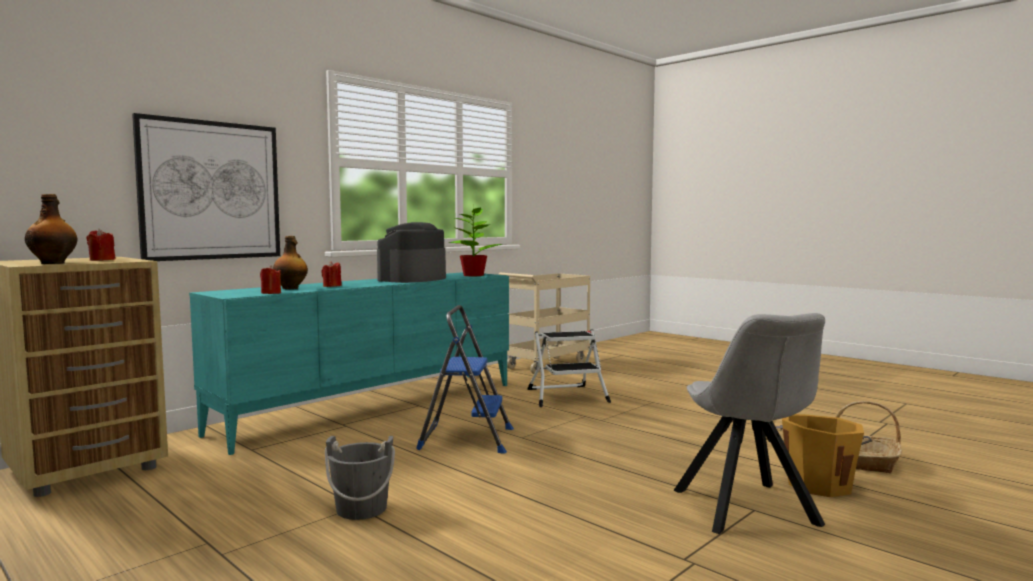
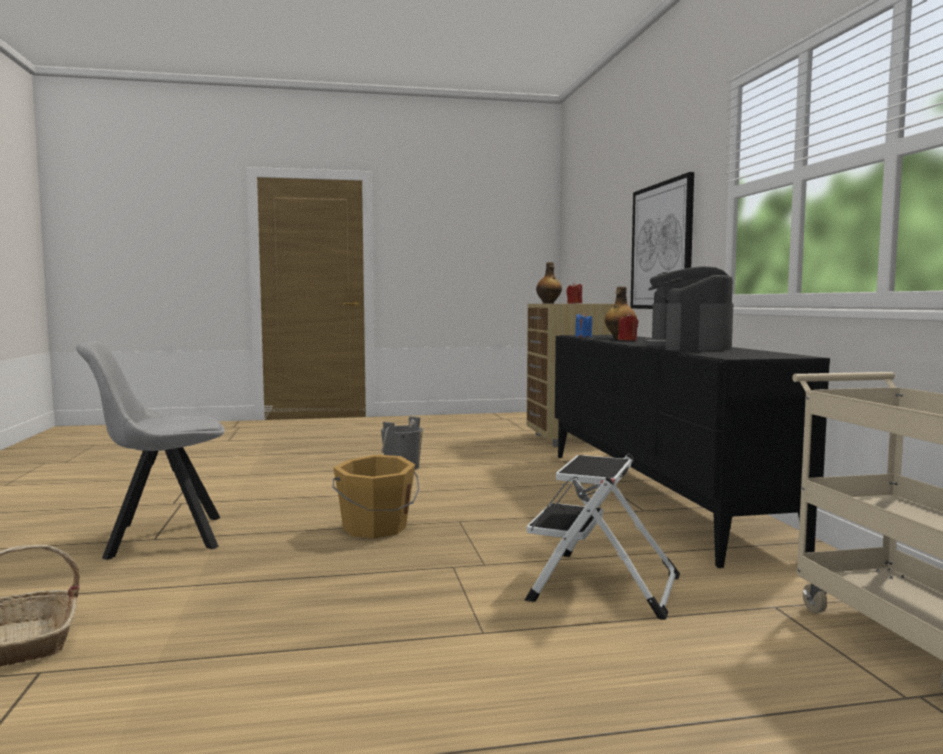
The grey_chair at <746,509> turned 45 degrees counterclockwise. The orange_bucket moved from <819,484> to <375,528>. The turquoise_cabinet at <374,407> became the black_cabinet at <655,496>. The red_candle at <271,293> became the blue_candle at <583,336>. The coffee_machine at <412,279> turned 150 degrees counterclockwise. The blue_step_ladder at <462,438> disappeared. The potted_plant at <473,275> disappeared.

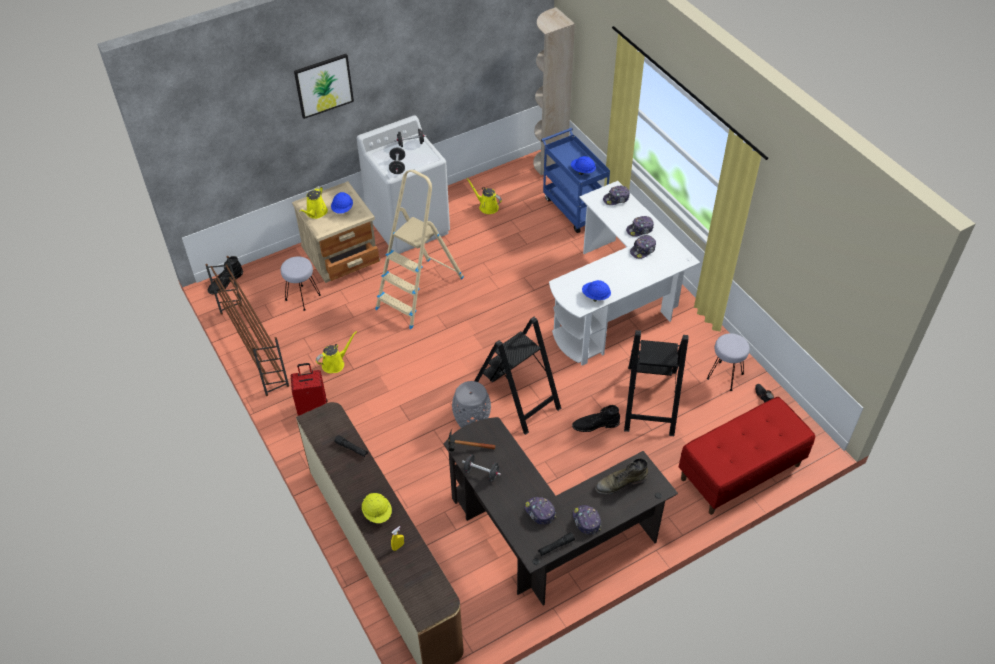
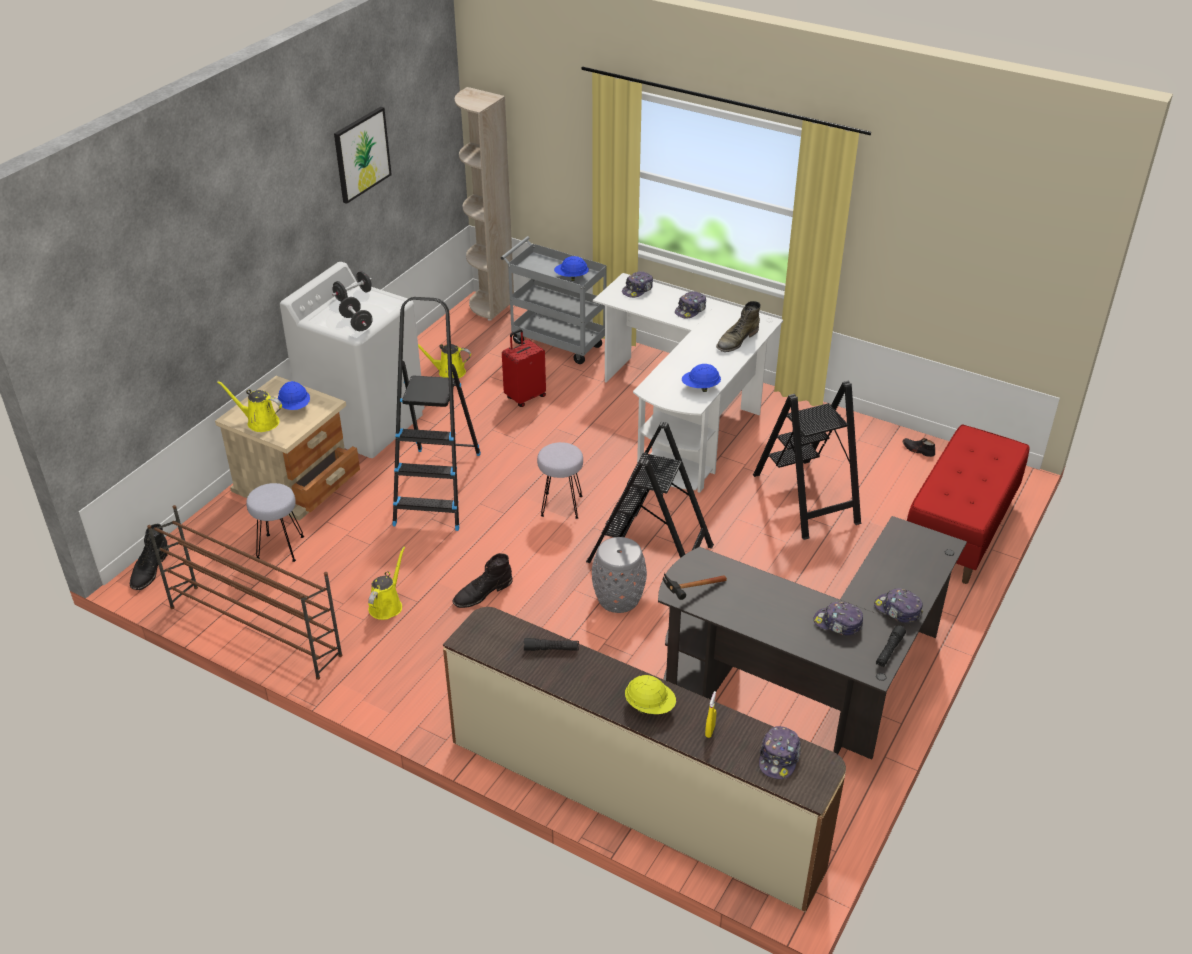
The yellow_watering_can at <315,213> turned 120 degrees clockwise. The picture moved from <323,85> to <361,154>. The beige_step_ladder at <419,293> became the black_step_ladder at <438,488>. The black_boot moved from <595,424> to <482,592>. The blue_cart at <572,210> became the grey_cart at <556,344>. The red_suitcase moved from <313,408> to <525,397>. The grey_stool moved from <724,375> to <561,505>. The green_boot moved from <620,483> to <737,340>. The cap moved from <643,250> to <779,757>. The black_dumbbell at <481,473> disappeared.

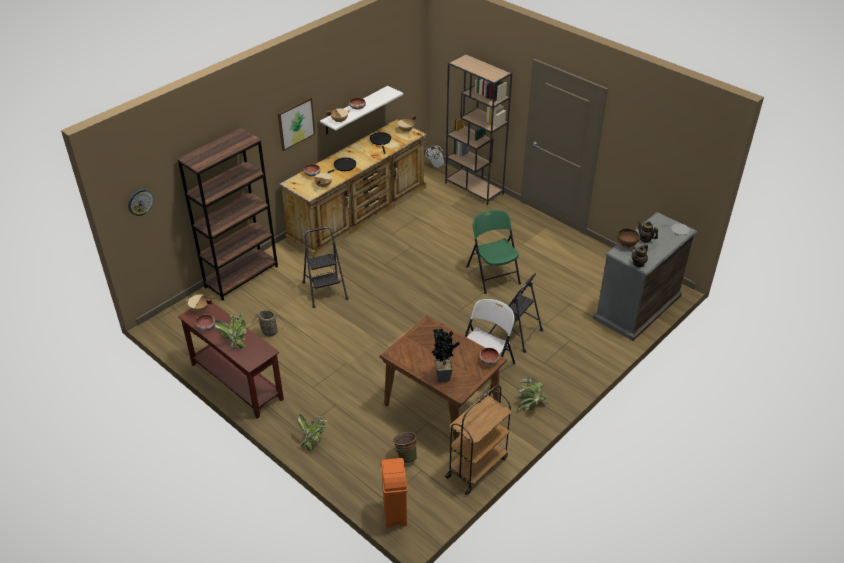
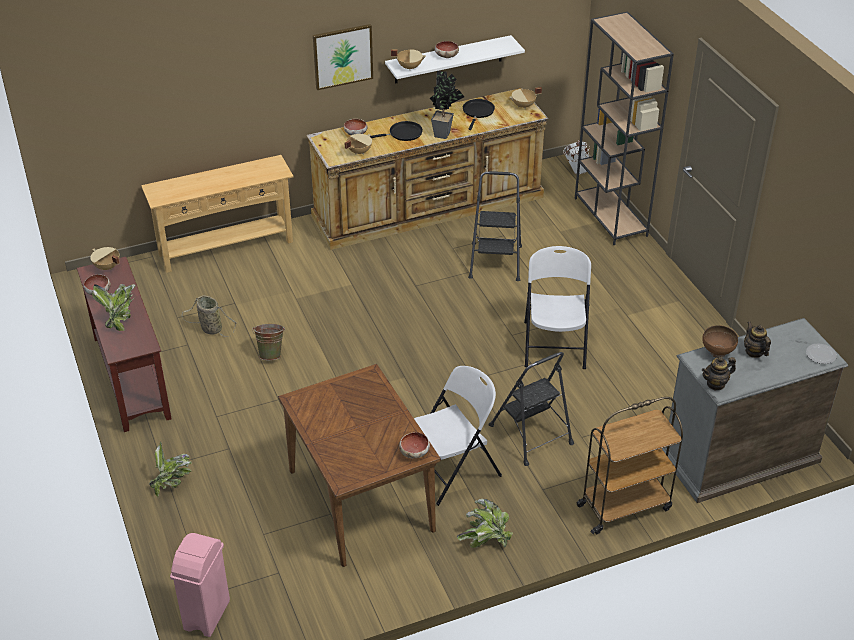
The brown_bookcase at <241,276> was replaced by the beige_console_table at <226,247>. The orange_trash_can at <395,513> became the pink_trash_can at <206,615>. The green_bucket moved from <406,456> to <271,354>. The potted_plant moved from <444,375> to <444,133>. The black_step_ladder moved from <325,289> to <495,260>. The green_chair at <493,275> became the white_chair at <554,345>. The brown_cart moved from <477,467> to <625,507>. The wall_clock at <140,202> disappeared.

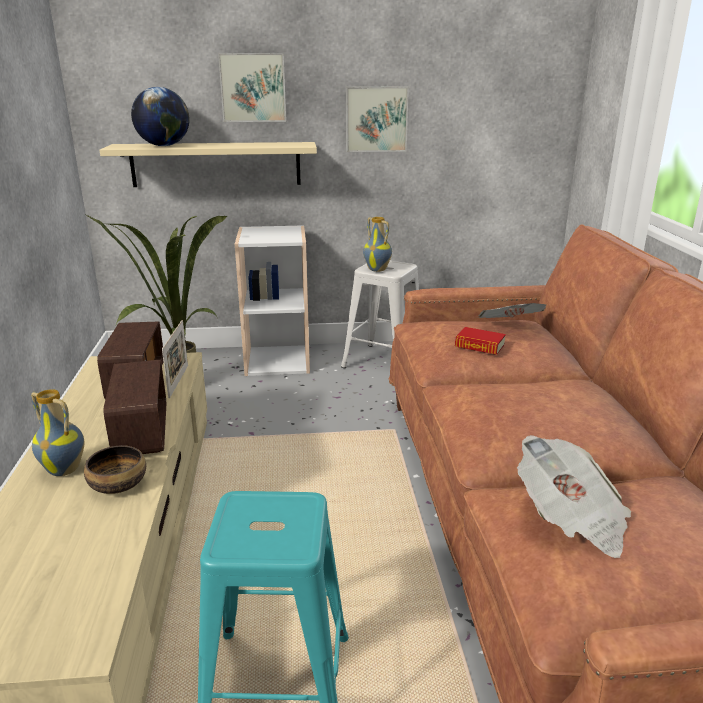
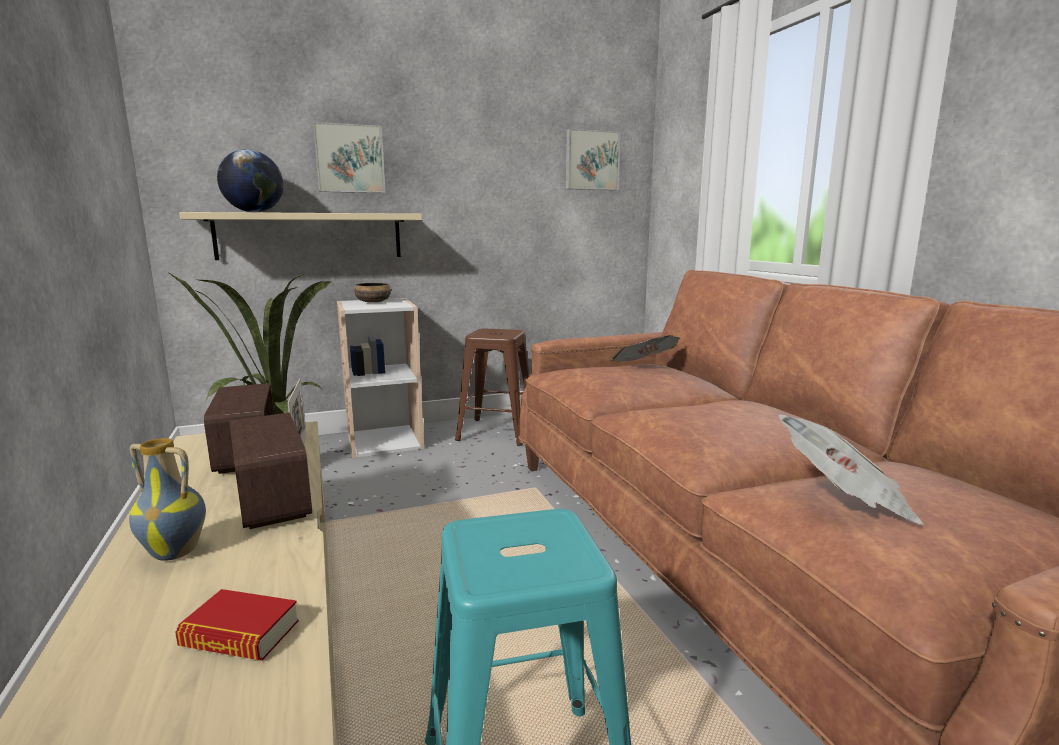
The book moved from <479,346> to <240,634>. The bowl moved from <118,484> to <373,302>. The white_stool at <384,362> became the brown_stool at <497,432>. The picture moved from <376,119> to <591,160>. The vase at <378,270> disappeared.

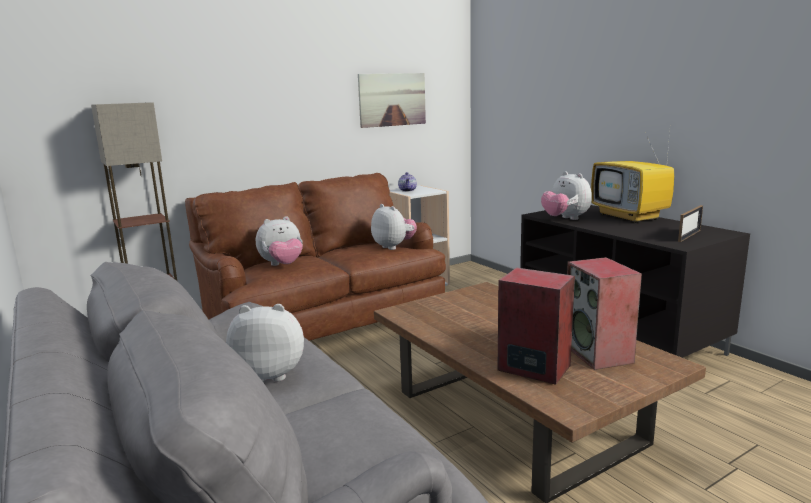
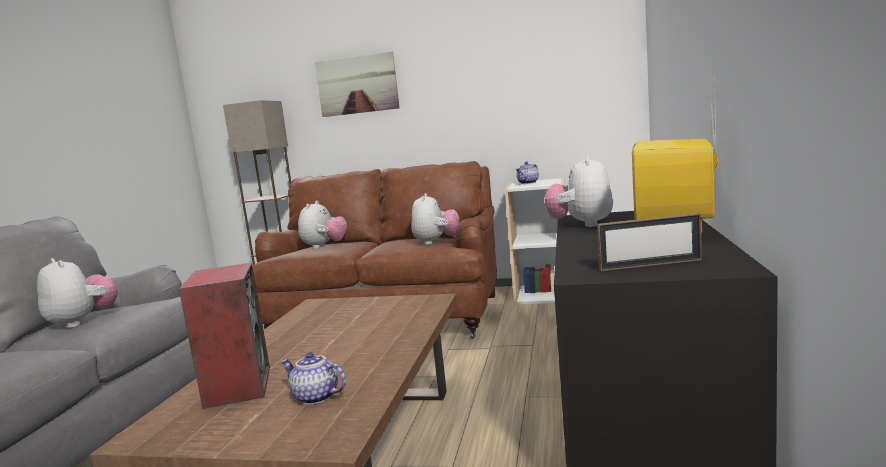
The speaker at <599,354> was replaced by the teapot at <315,397>. The plush_toy at <282,265> turned 90 degrees counterclockwise. The picture moved from <392,99> to <357,85>.

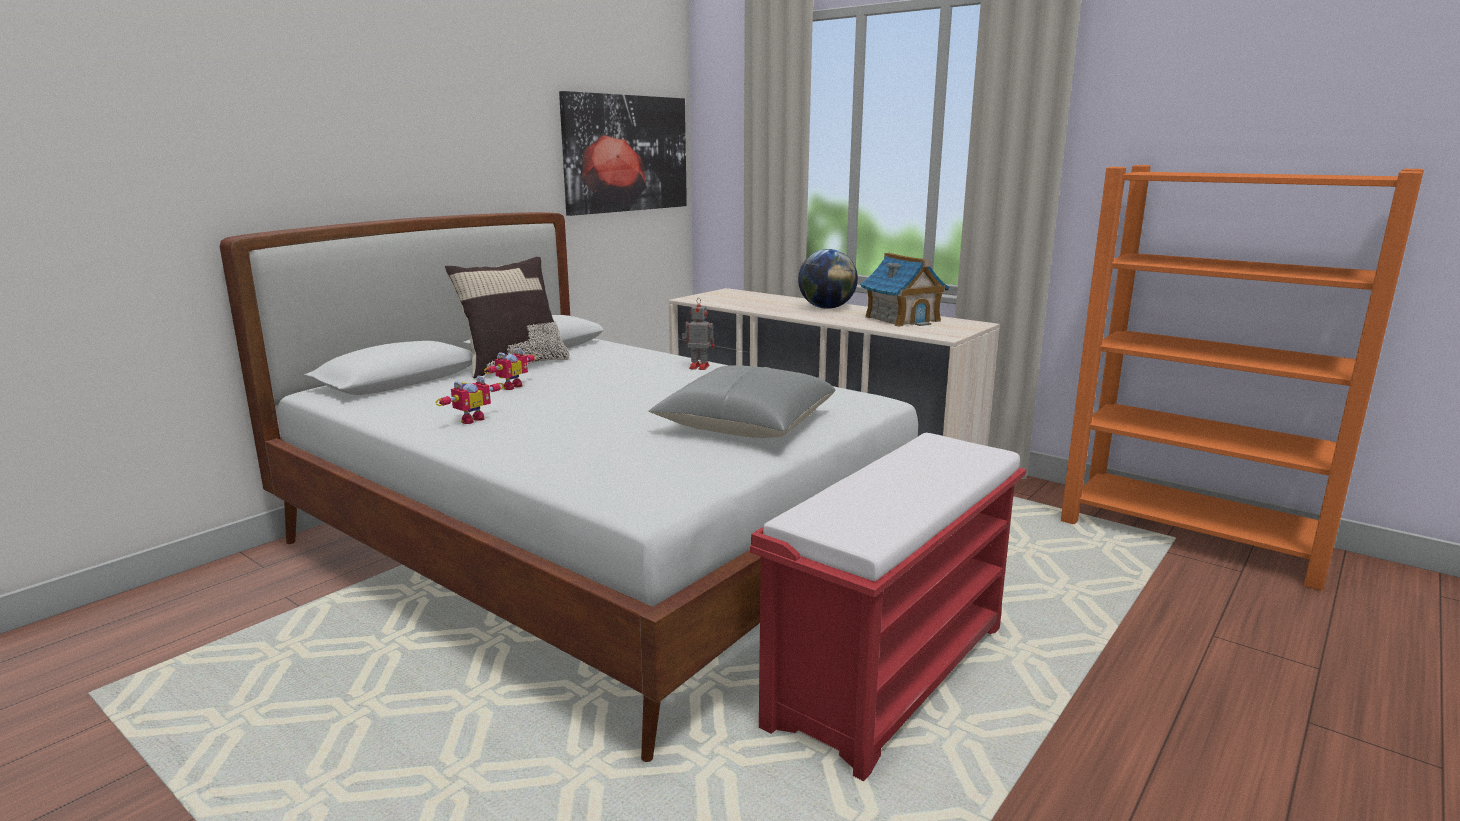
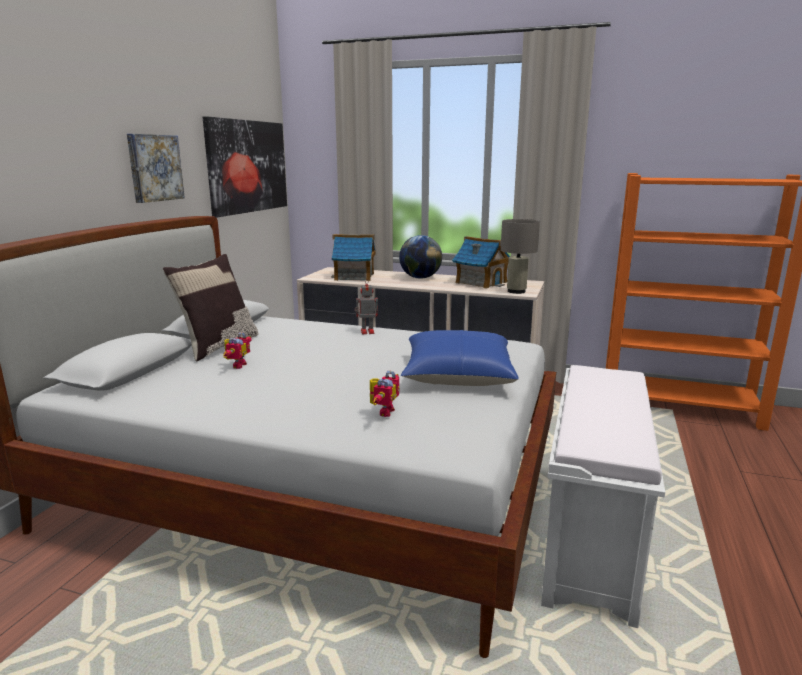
The picture at <154,168> appeared. The toy_house at <354,277> appeared. The toy_robot moved from <470,419> to <382,411>. The grey_pillow at <746,424> became the blue_pillow at <458,375>. The grey_table_lamp at <517,291> appeared. The red_bench at <890,673> became the white_bench at <589,540>.

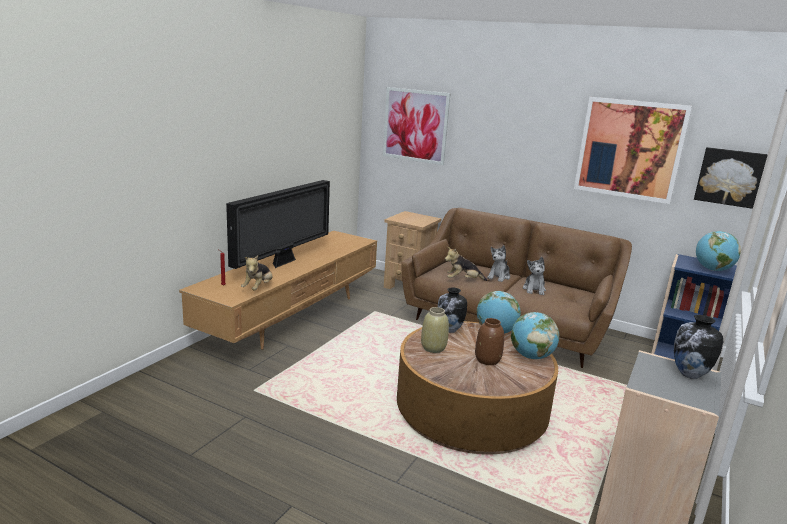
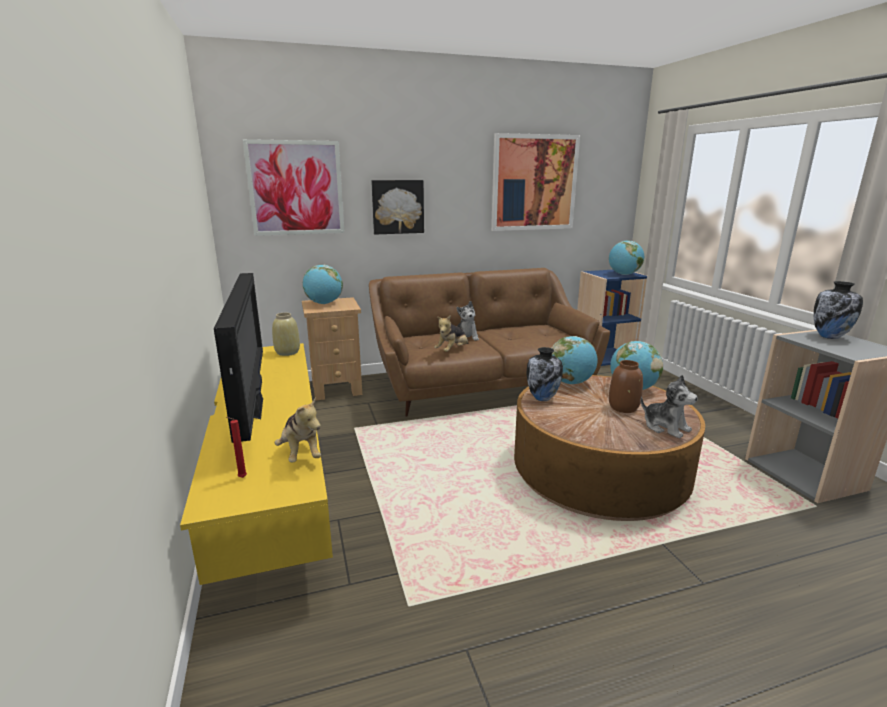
The brown_tv_stand at <291,315> became the yellow_tv_stand at <272,482>. The beige_vase moved from <433,348> to <288,352>. The globe at <324,303> appeared. The picture moved from <729,177> to <397,207>. The plush_toy moved from <534,289> to <665,427>.

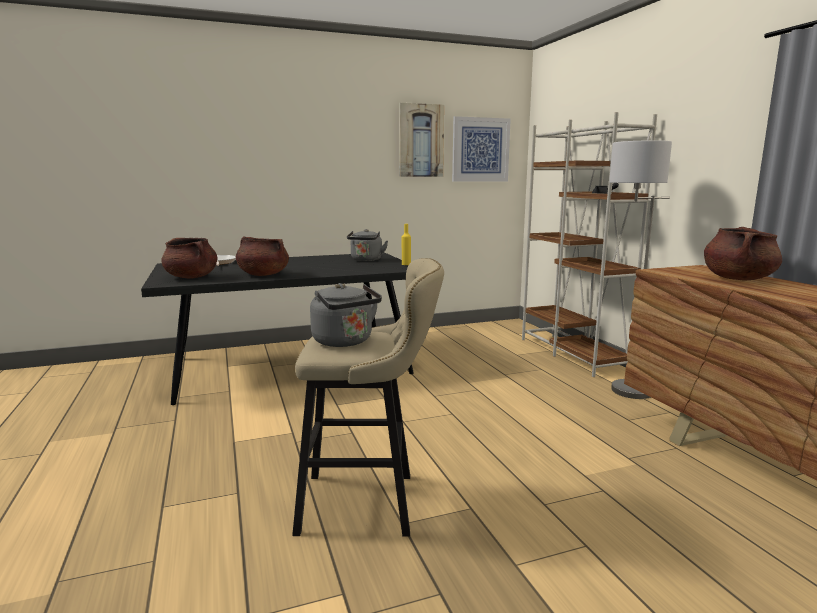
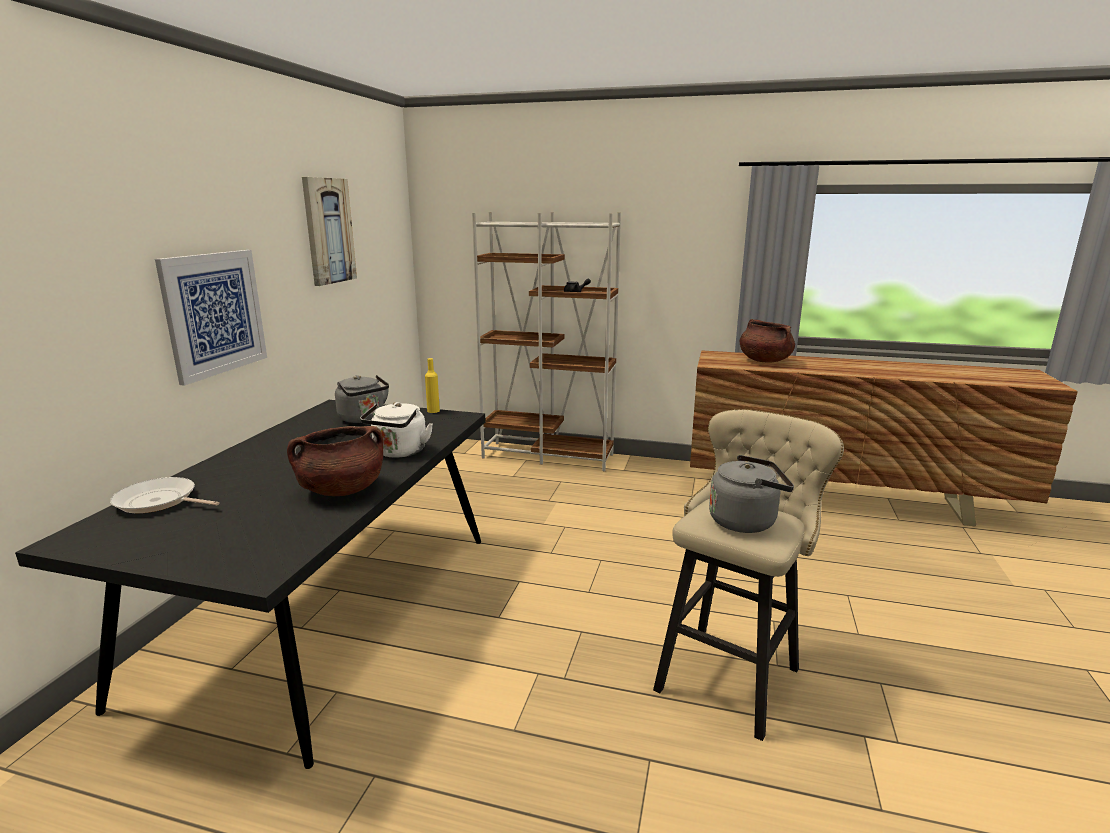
The picture moved from <480,150> to <214,313>. The white_kettle at <399,452> appeared. The brown_cooking_pot at <192,277> disappeared. The grey_floor_lamp at <622,392> disappeared.

